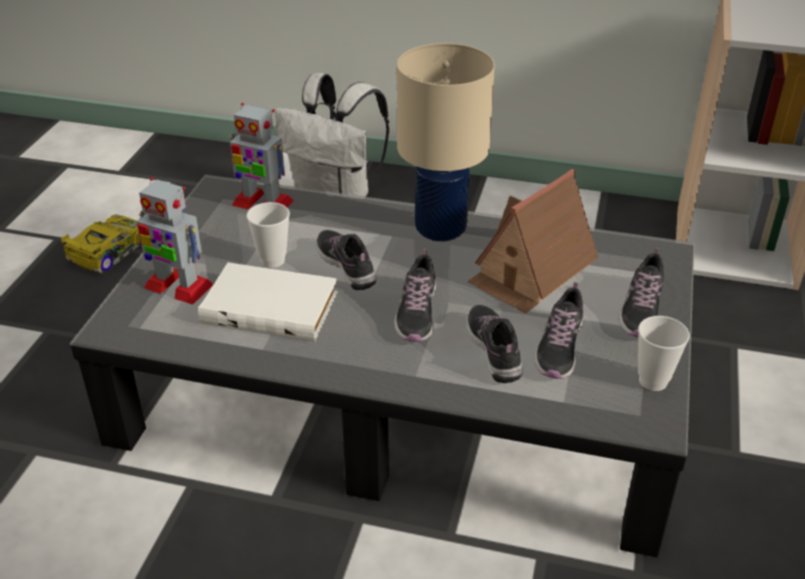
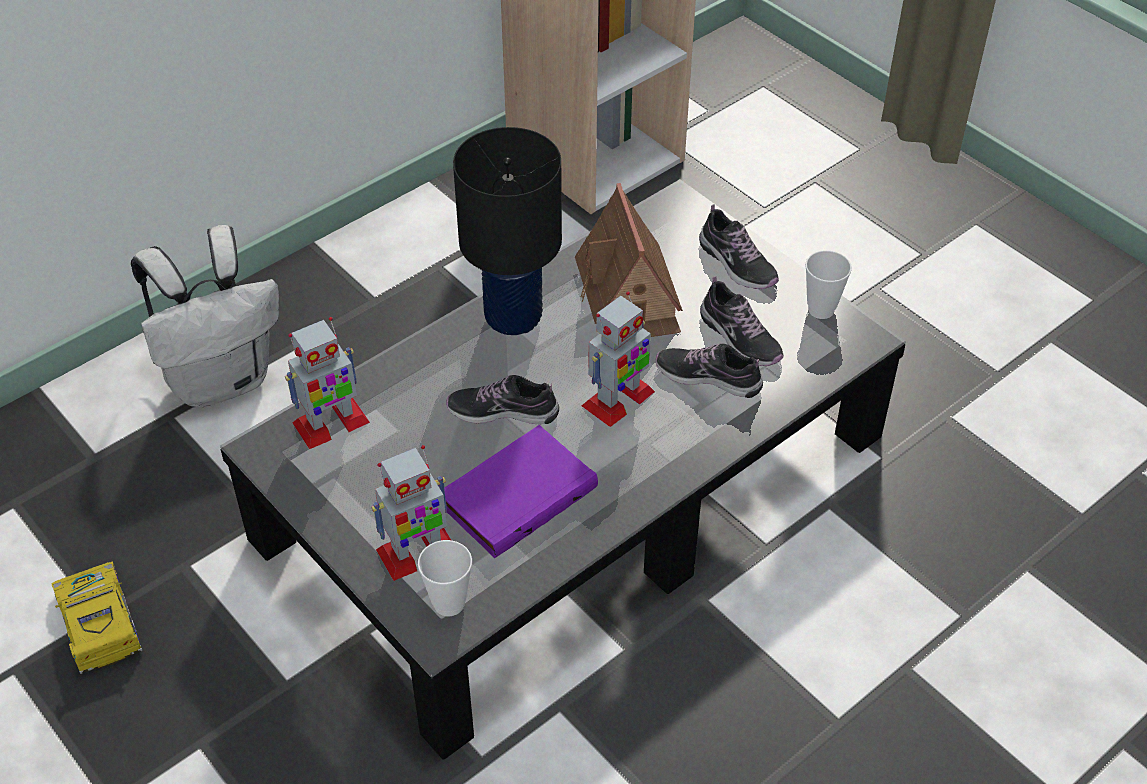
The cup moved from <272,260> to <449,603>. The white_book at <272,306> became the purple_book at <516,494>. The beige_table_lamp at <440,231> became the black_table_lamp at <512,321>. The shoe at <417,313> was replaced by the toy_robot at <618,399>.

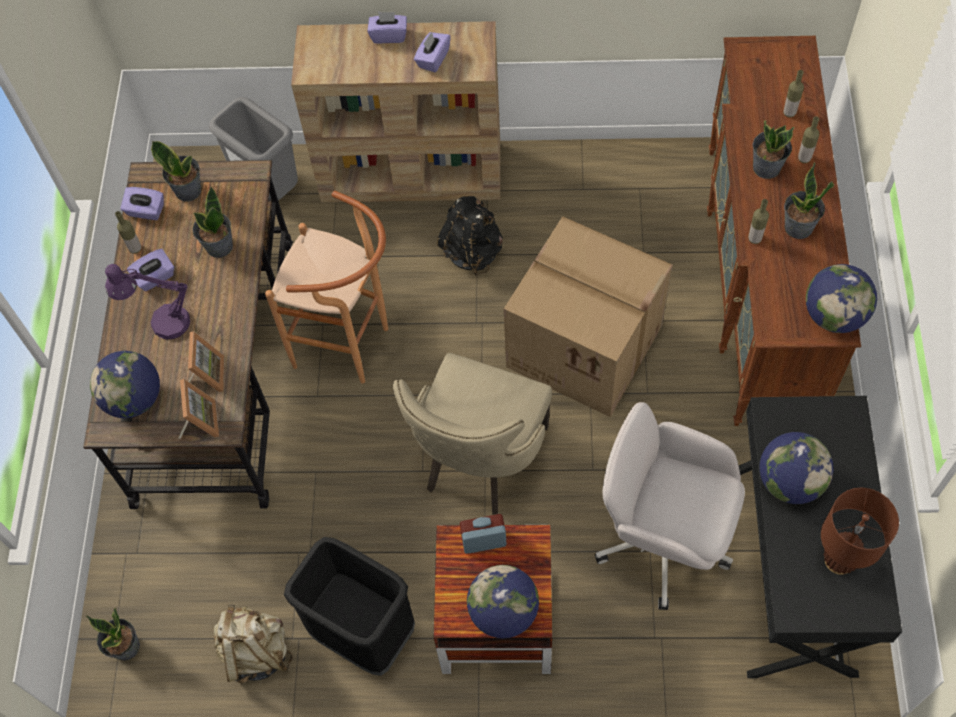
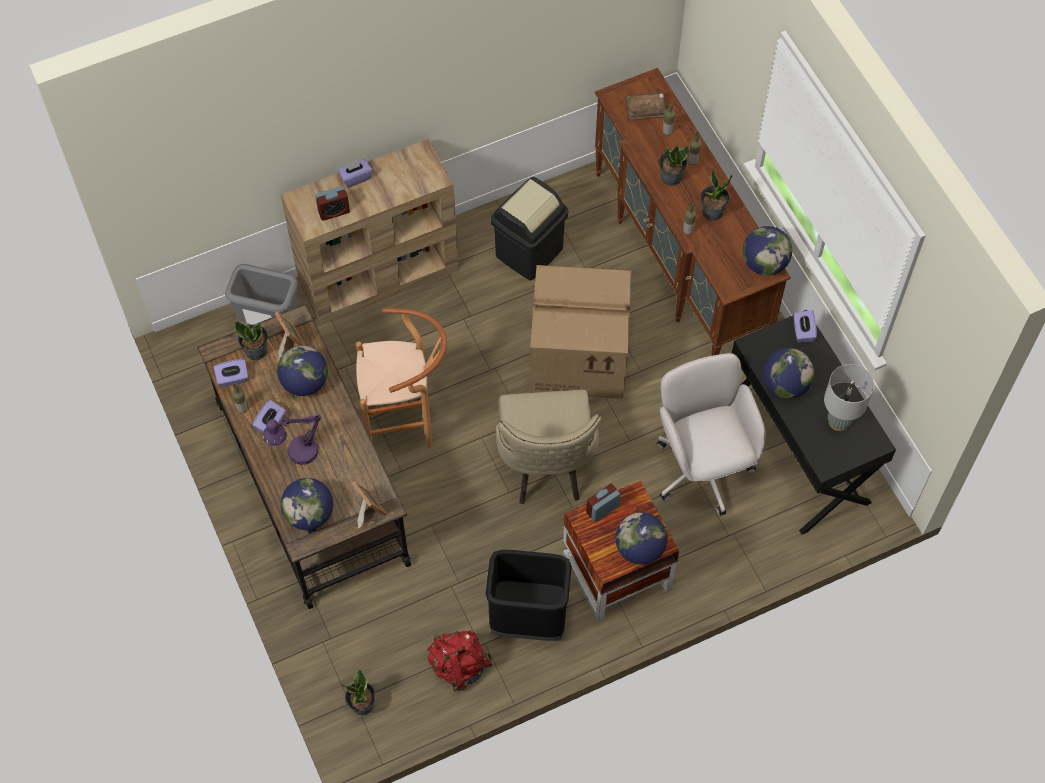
The picture_frame moved from <207,375> to <289,343>. The potted_plant at <219,246> was replaced by the globe at <305,383>. The alarm_clock at <333,211> appeared. The beige_backpack at <255,652> became the red_backpack at <459,666>. The black_trash_can at <528,252> appeared. The brown_book at <645,109> appeared. The white_office_chair at <662,543> turned 75 degrees clockwise. The purple_tissue_box moved from <433,59> to <803,332>. The brown_table_lamp at <839,560> became the grey_table_lamp at <838,421>. The black_backpack at <472,251> disappeared.

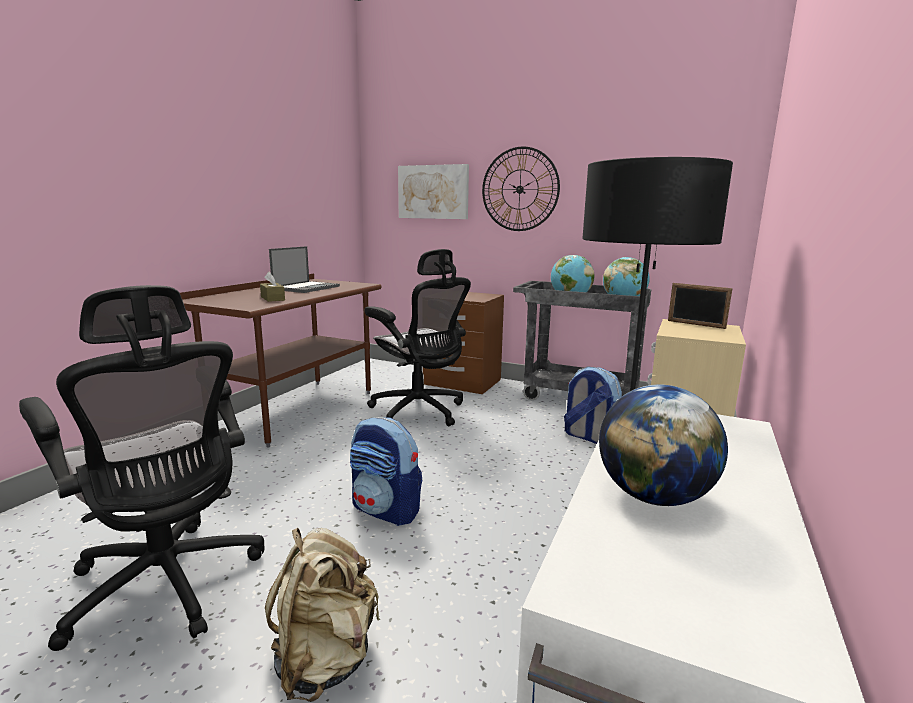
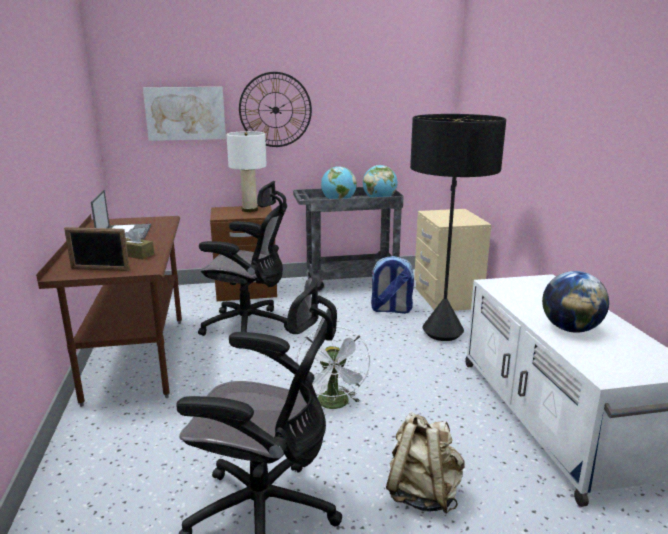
The picture_frame moved from <695,324> to <100,269>. The white_table_lamp at <249,210> appeared. The backpack at <386,510> was replaced by the white_fan at <335,405>.

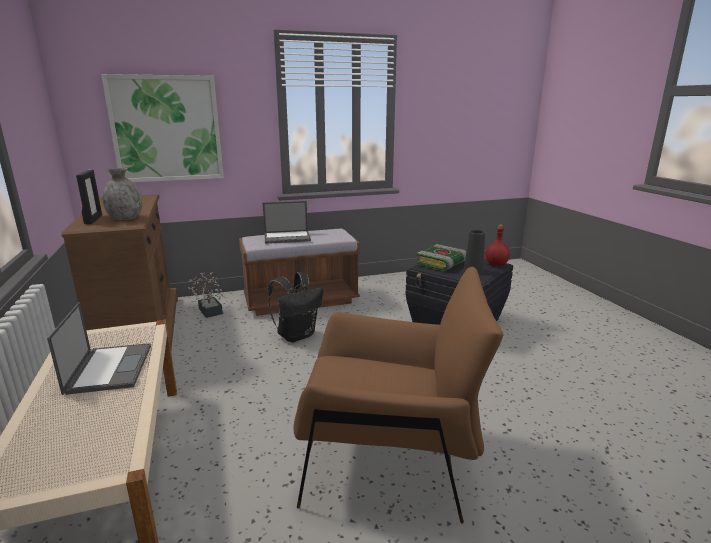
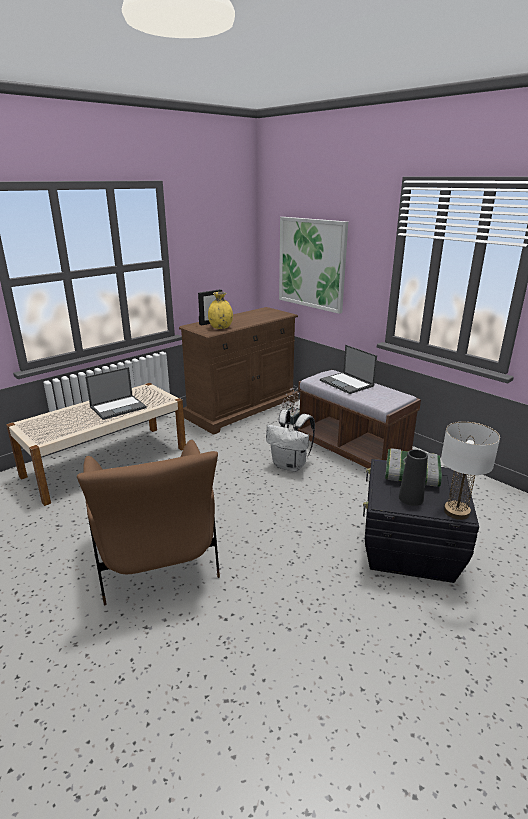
The grey_vase at <125,218> became the yellow_vase at <220,327>. The black_backpack at <297,335> became the white_backpack at <290,465>. The red_bottle at <496,265> was replaced by the table_lamp at <456,511>.

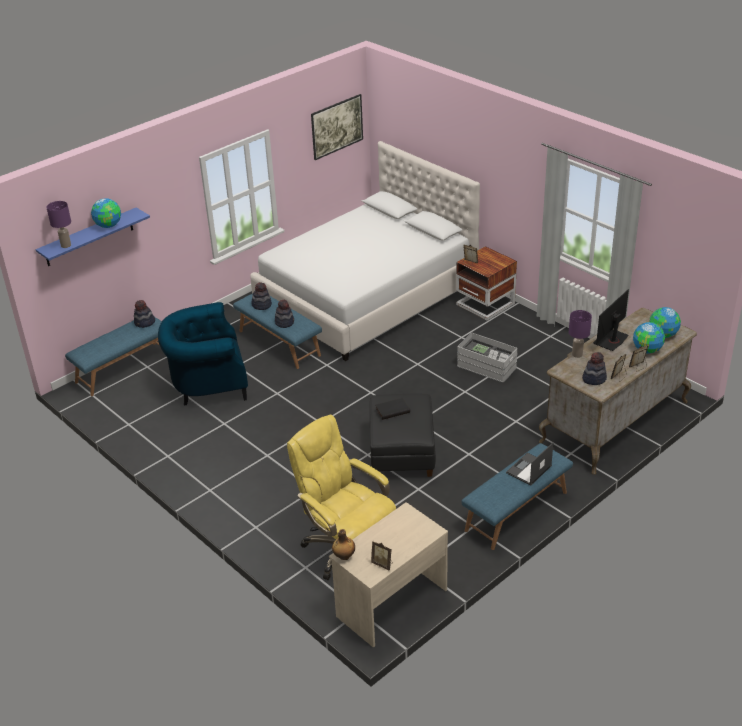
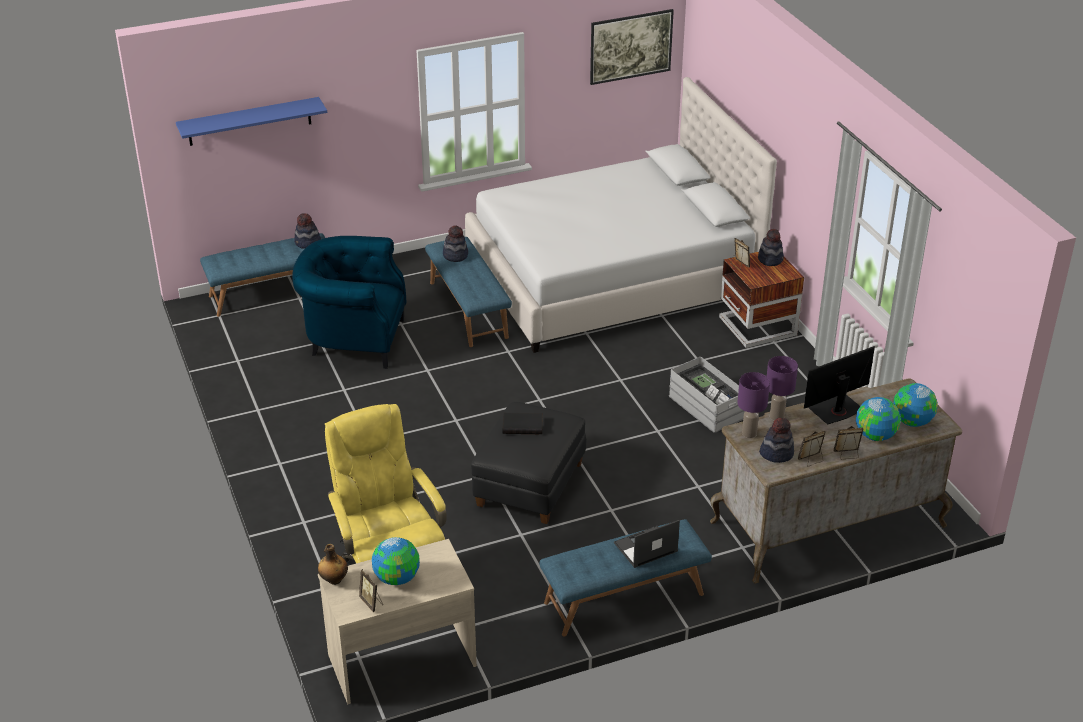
The globe moved from <109,225> to <397,578>. The purple_table_lamp moved from <66,245> to <749,433>. The hat moved from <284,322> to <770,259>.

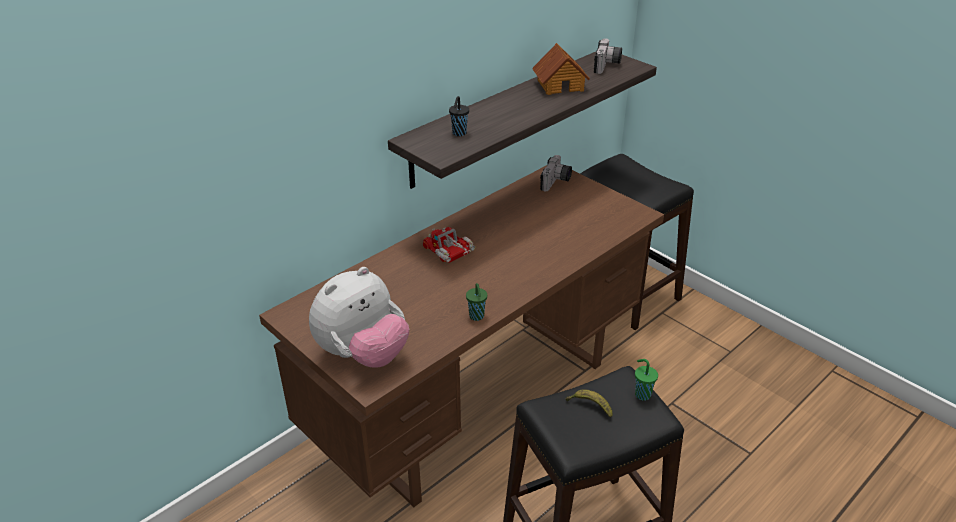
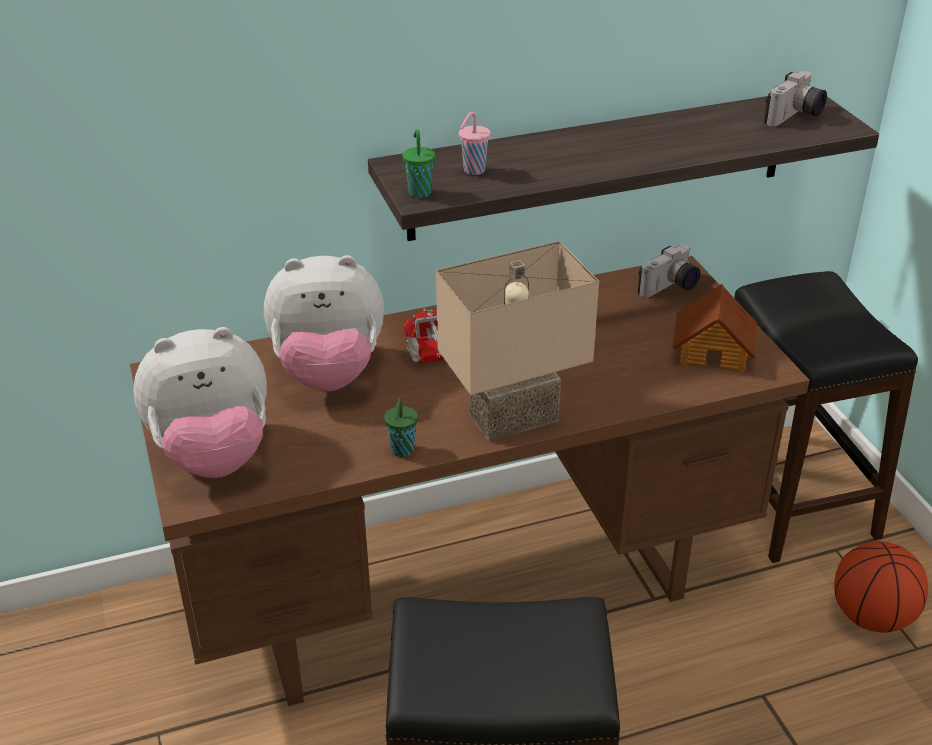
The plush_toy at <329,374> appeared. The green_cup moved from <642,394> to <419,192>. The beige_table_lamp at <512,414> appeared. The black_cup at <459,133> became the pink_cup at <473,171>. The toy_house moved from <560,85> to <713,351>. The basketball at <871,617> appeared. The banana at <590,406> disappeared.

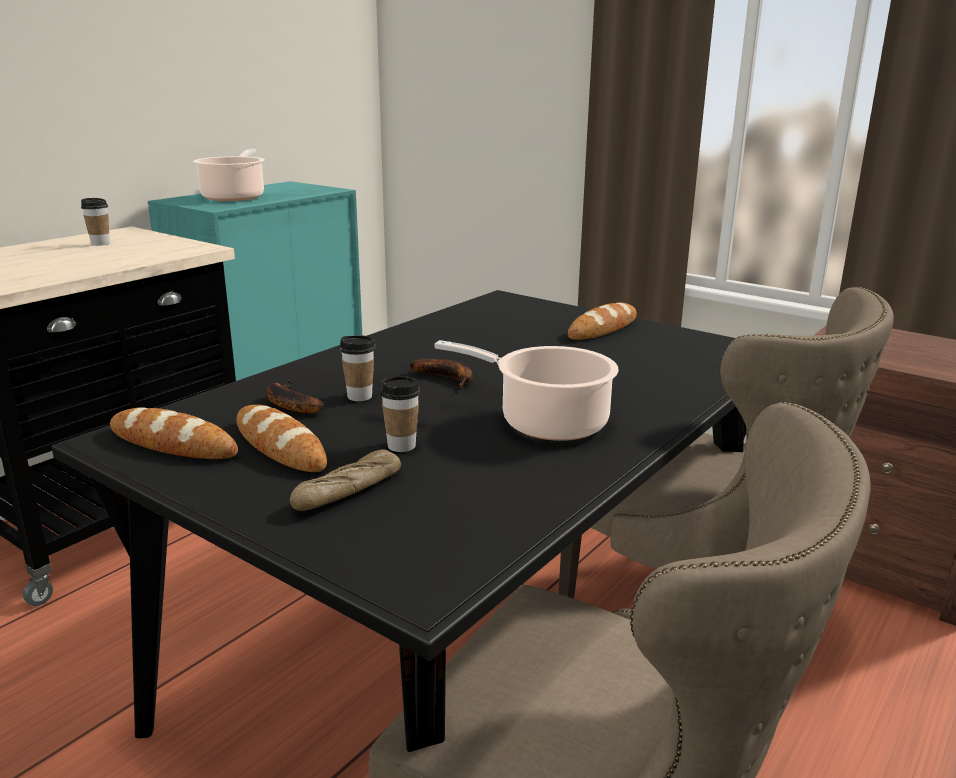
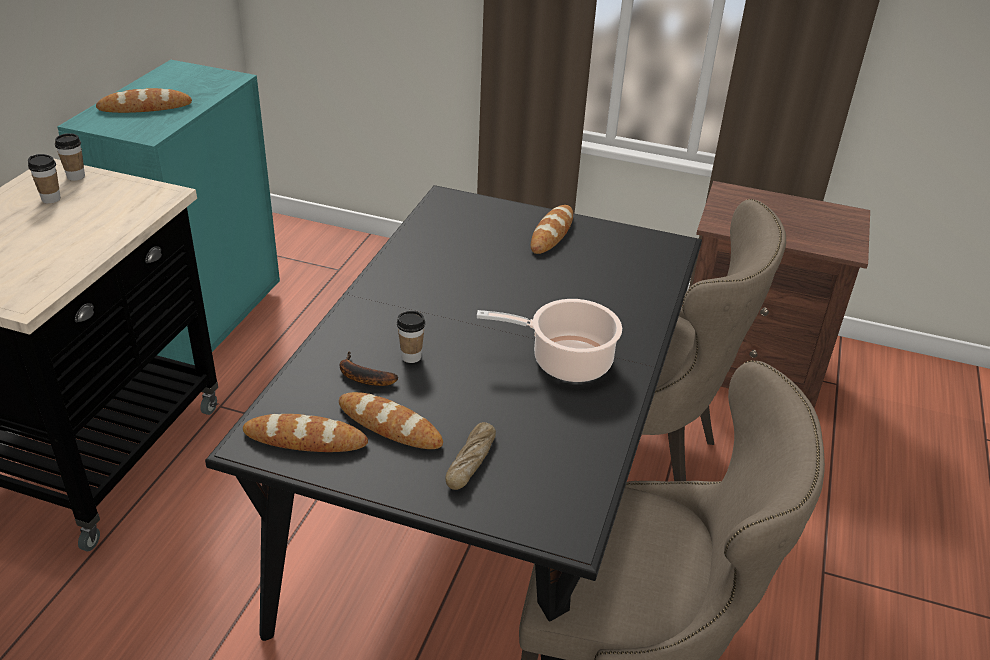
The cup moved from <401,446> to <76,176>. The cooking_pot at <234,197> was replaced by the bread at <145,107>. The banana at <448,378> disappeared.

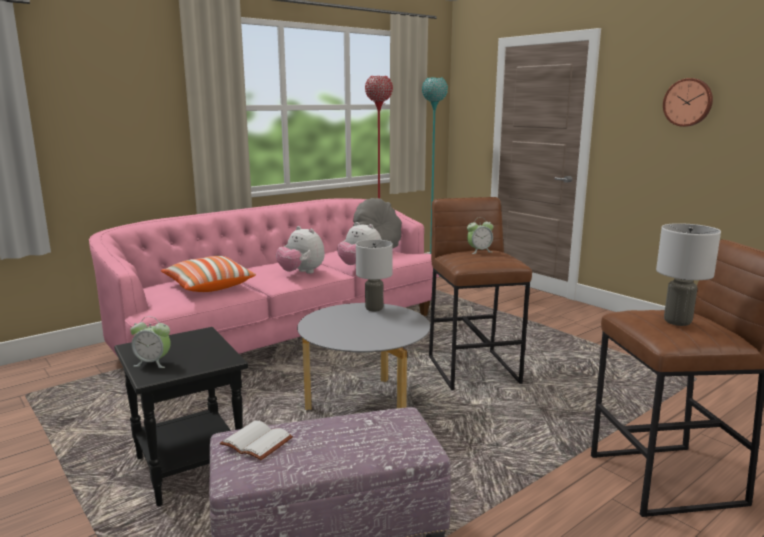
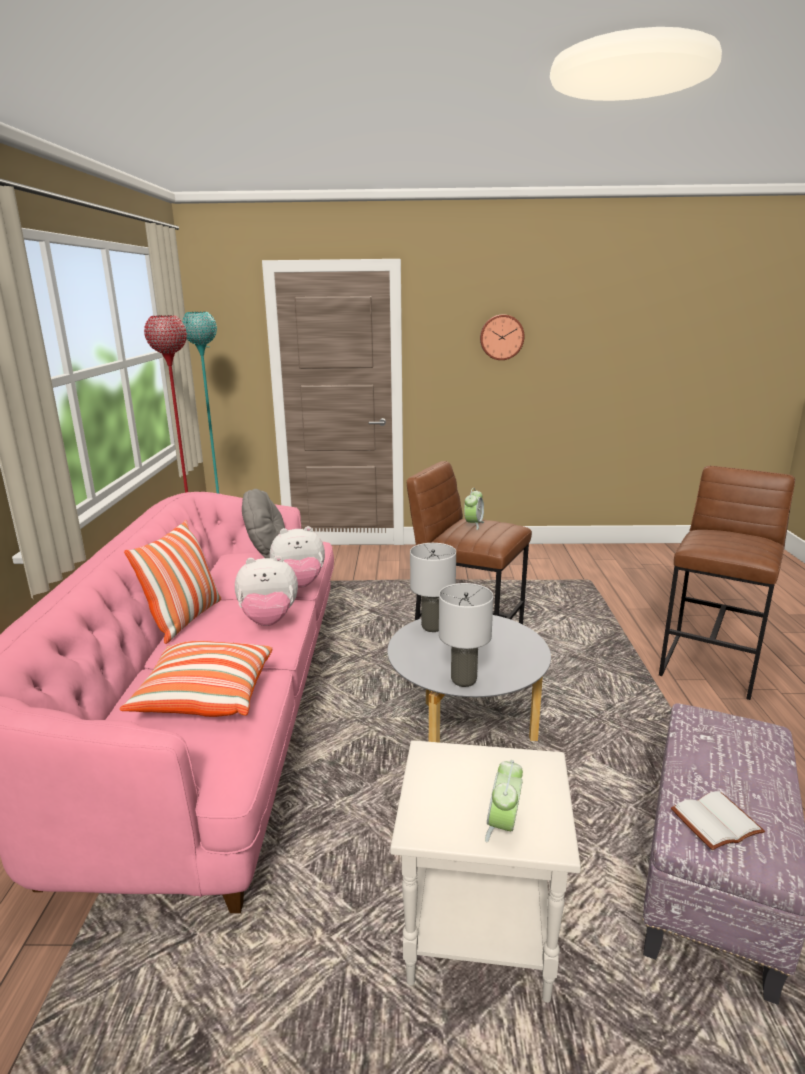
The pillow at <185,619> appeared. The black_side_table at <192,468> became the white_side_table at <481,933>. The white_table_lamp moved from <679,322> to <465,681>. The alarm_clock at <153,363> turned 150 degrees clockwise.

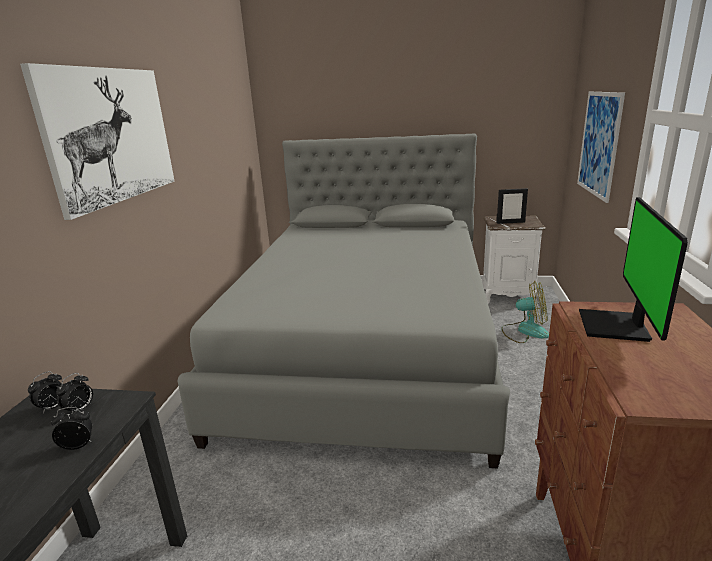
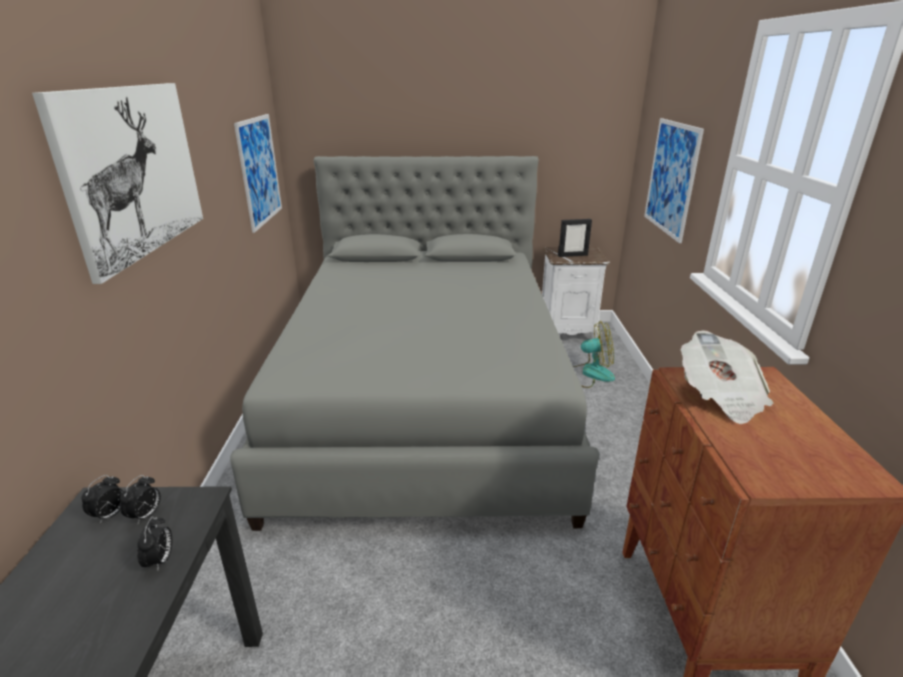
The alarm_clock at <79,445> turned 105 degrees clockwise. The picture at <259,171> appeared. The monitor at <617,327> was replaced by the newspaper at <720,397>.

